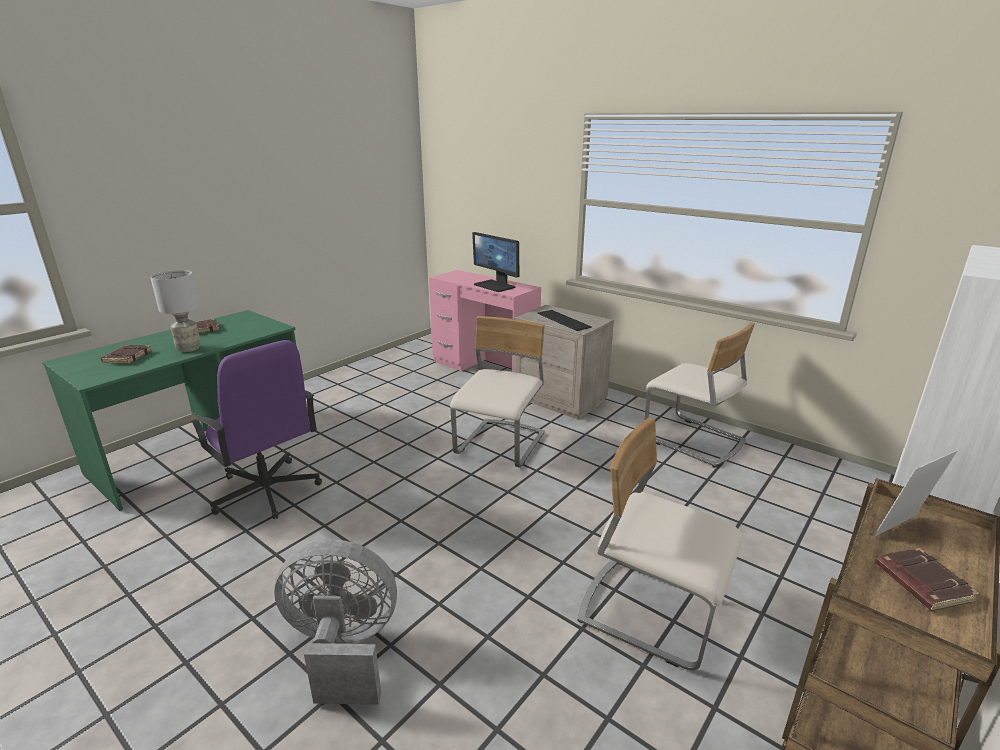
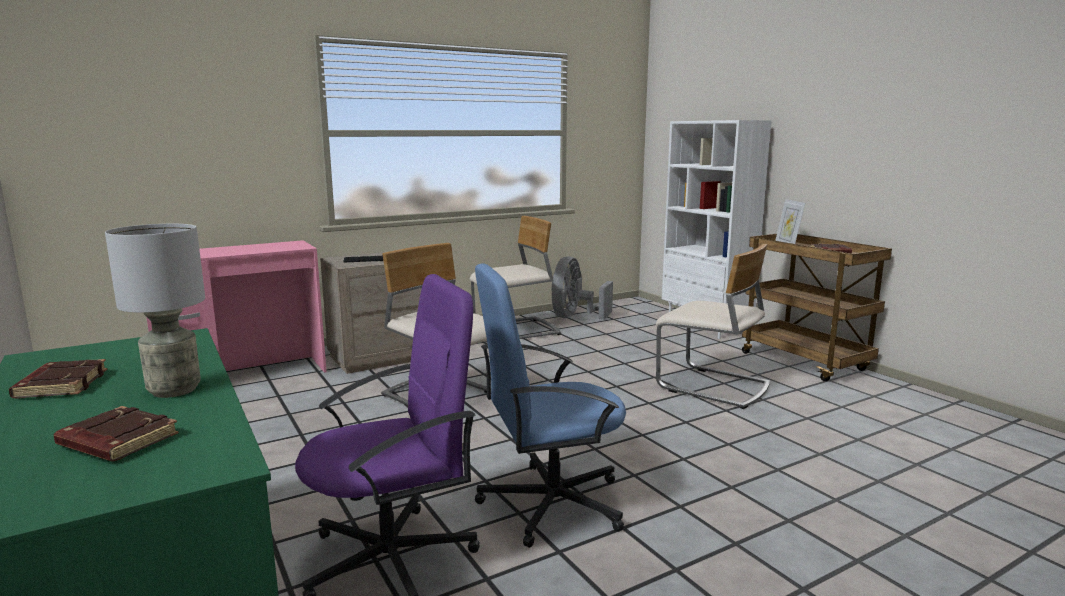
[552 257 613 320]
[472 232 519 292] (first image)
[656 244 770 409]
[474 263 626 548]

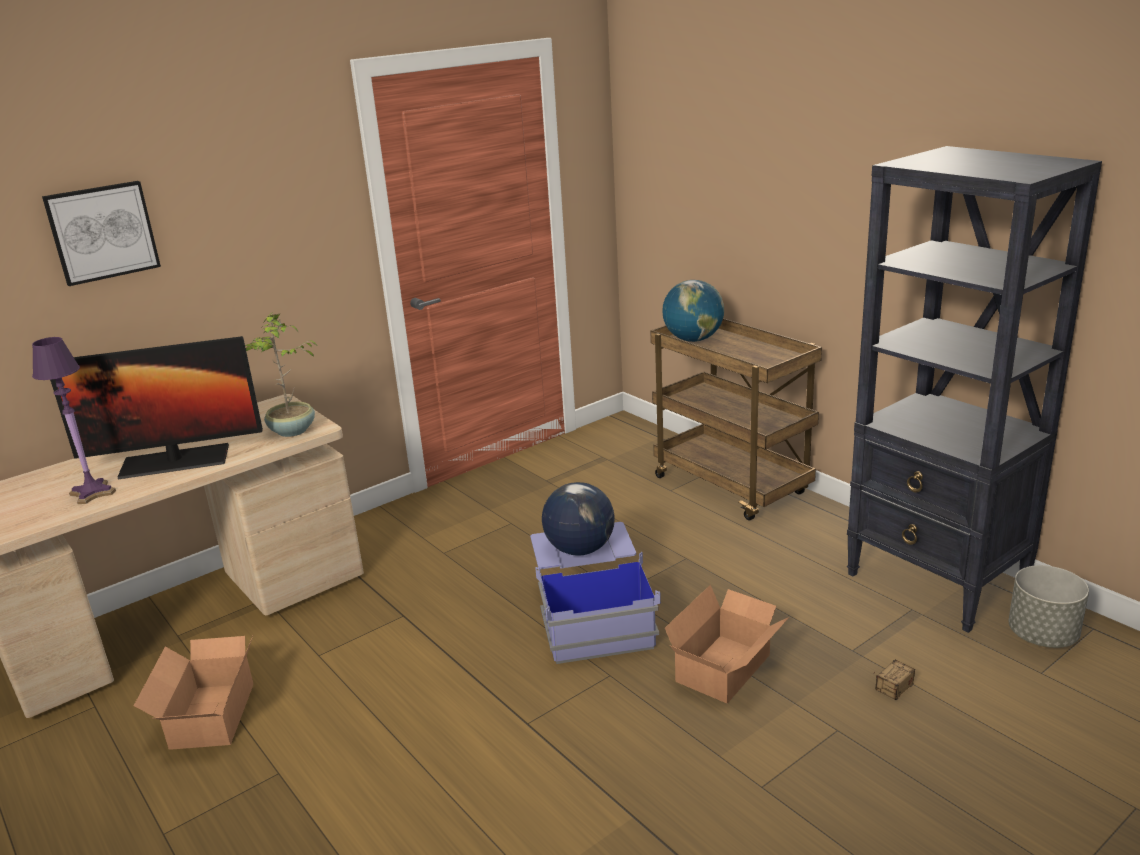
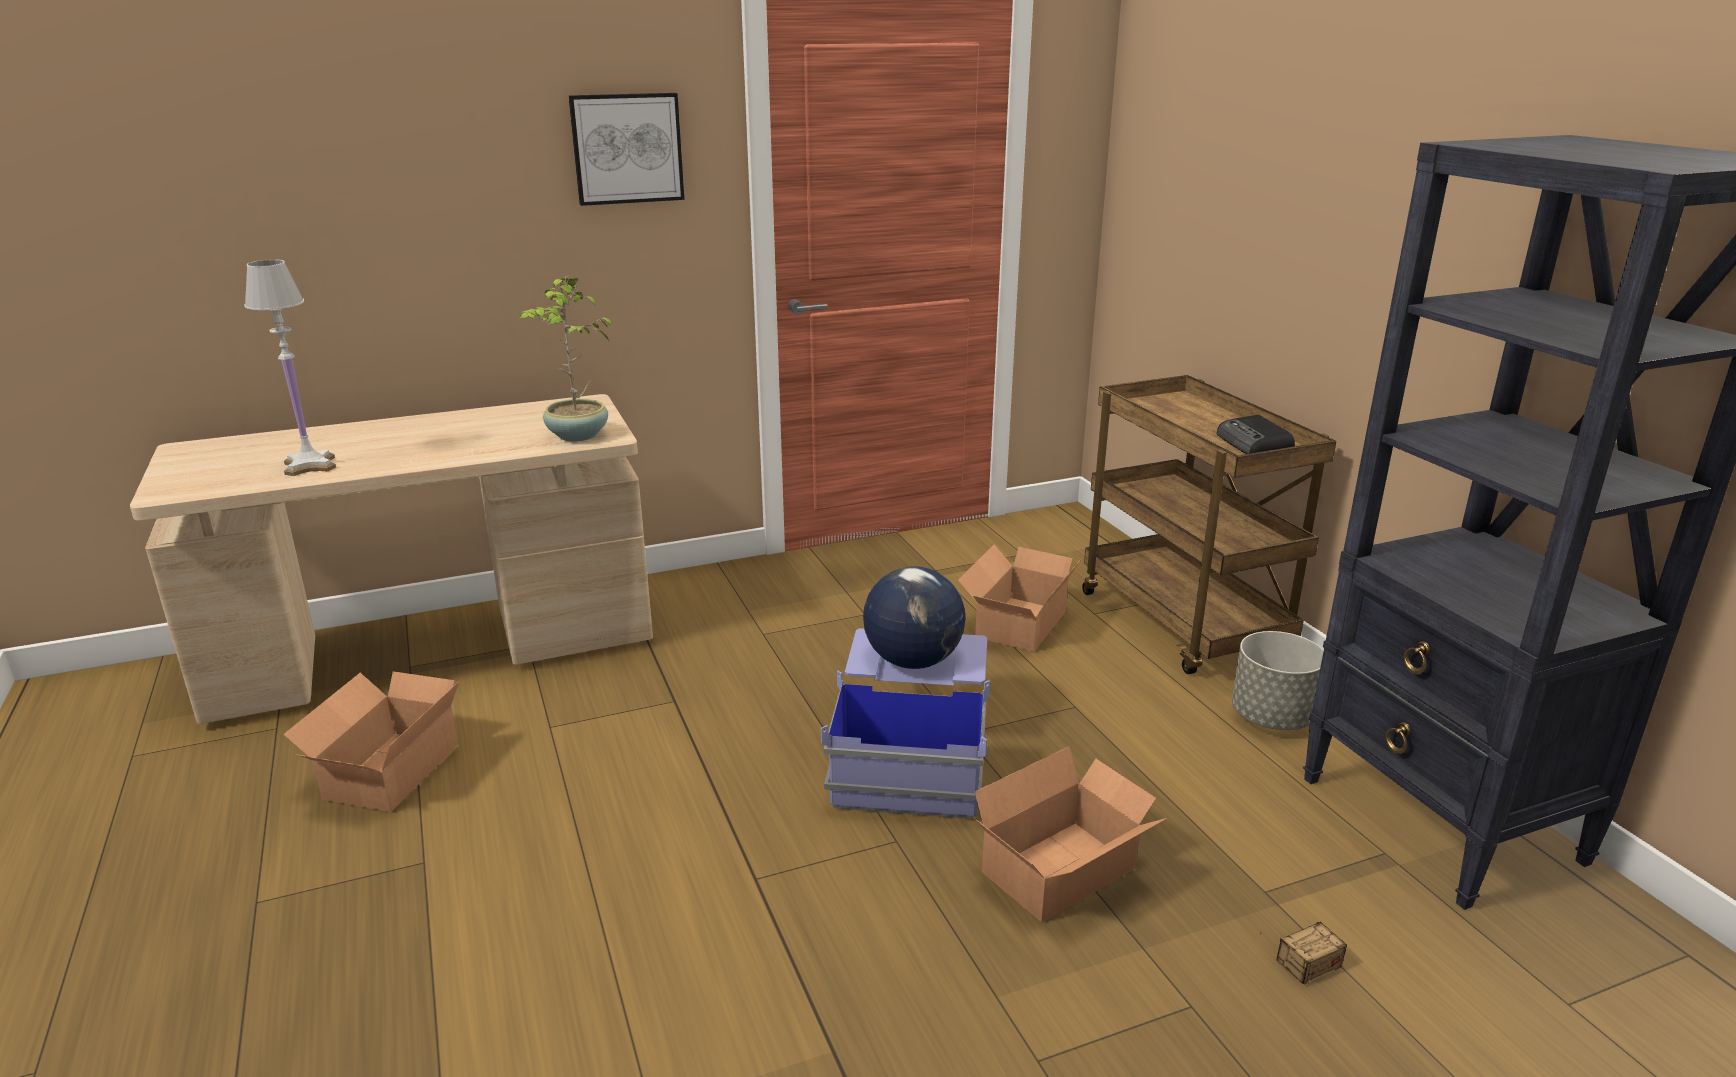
[244 259 336 476]
[568 93 684 206]
[50 336 263 479] (first image)
[662 280 724 342] (first image)
[1232 631 1324 730]
[958 544 1082 652]
[1217 415 1295 454]

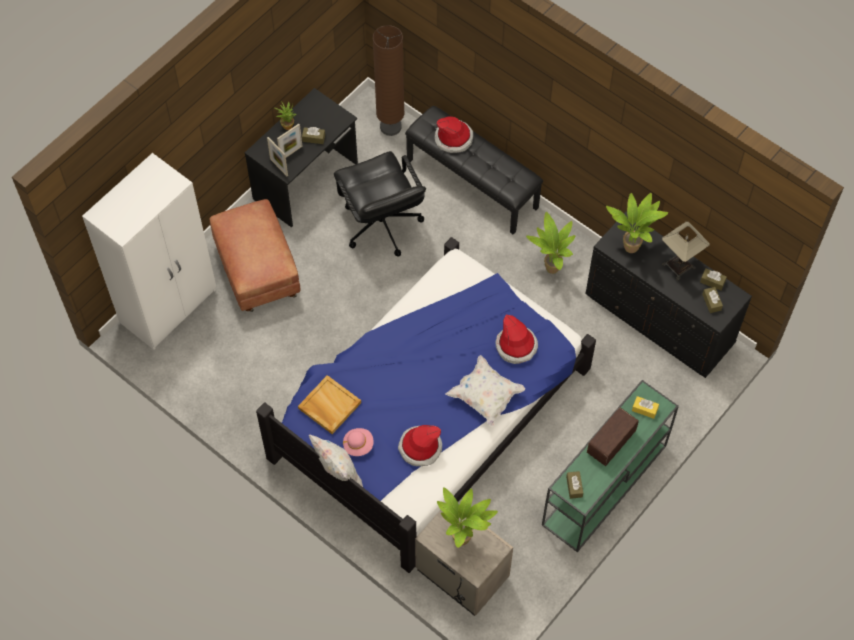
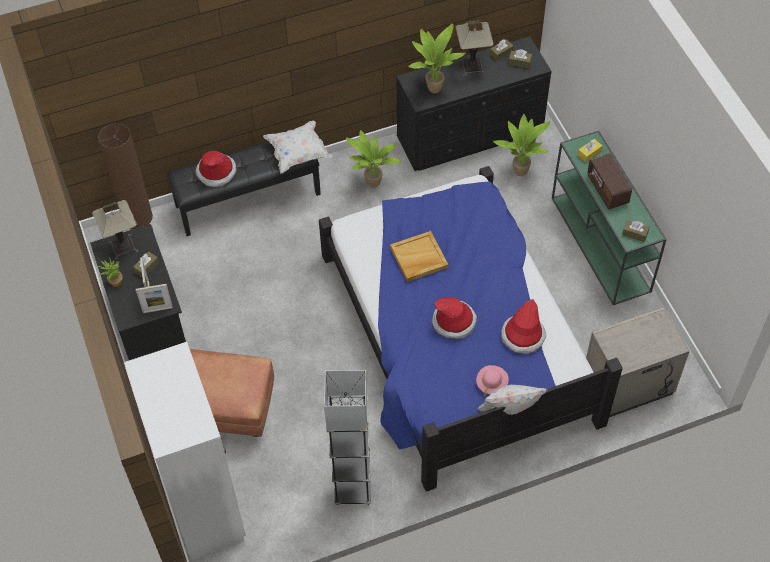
[390 231 448 282]
[334 151 426 257] (first image)
[493 114 550 176]
[263 121 332 173]
[432 297 477 339]
[92 200 139 260]
[324 370 371 505]

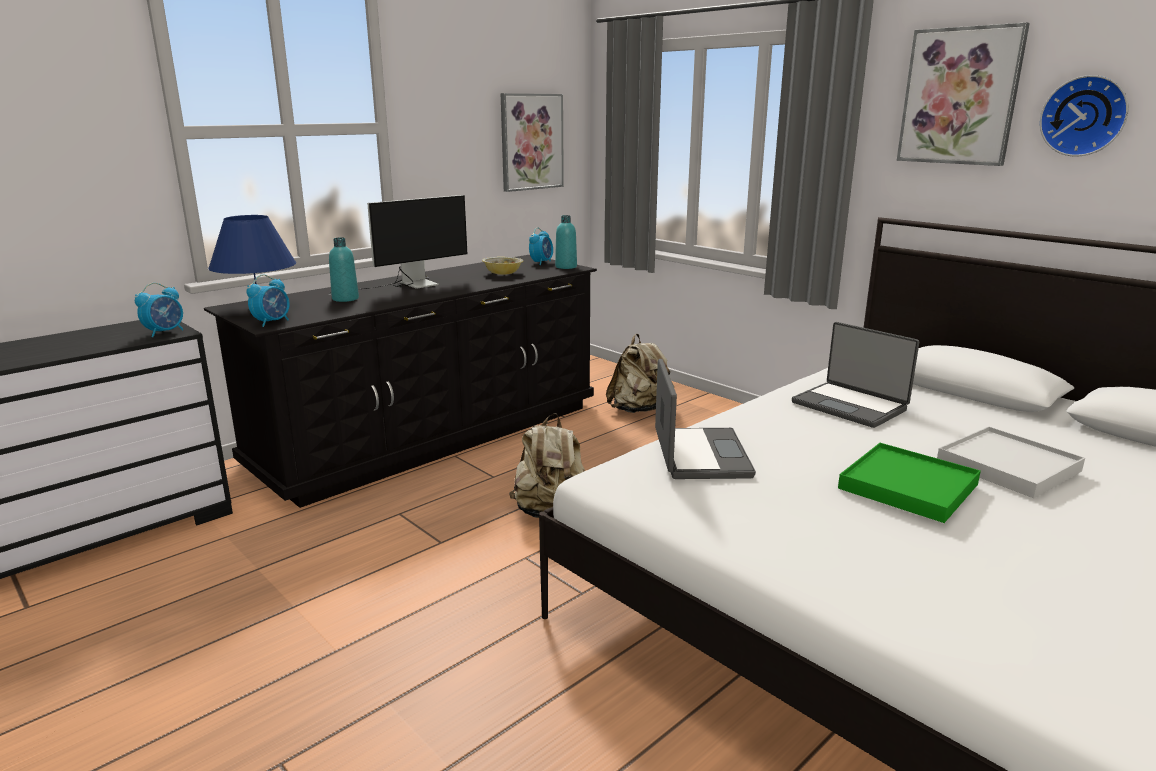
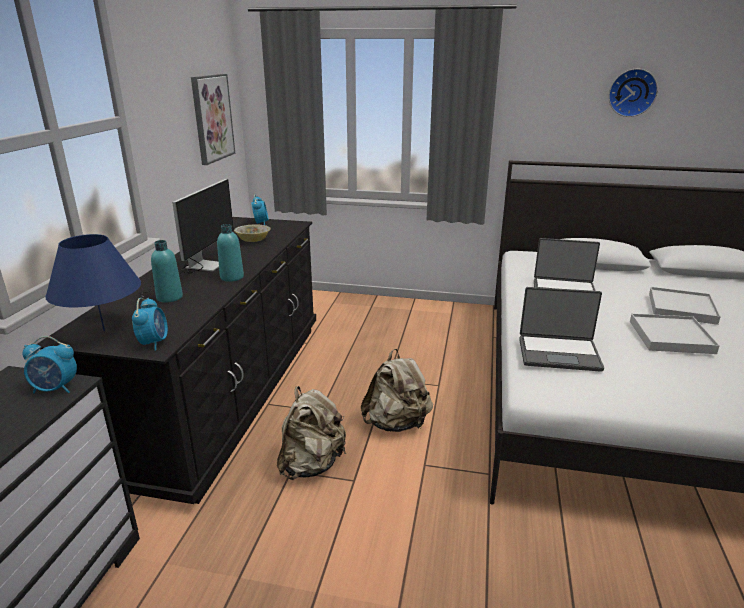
[22 336 77 393]
[217 224 244 282]
[277 386 346 480]
[519 287 604 372]
[630 314 720 354]
[896 22 1030 166] (first image)

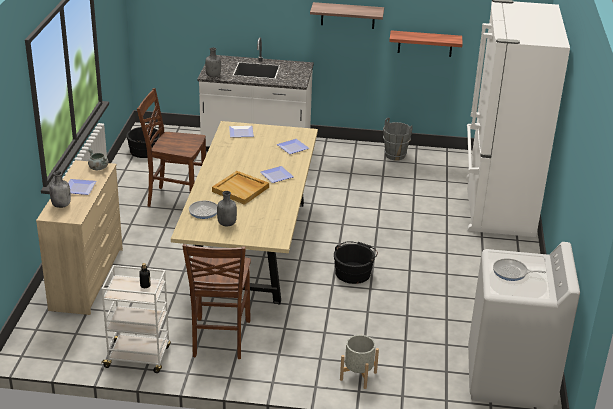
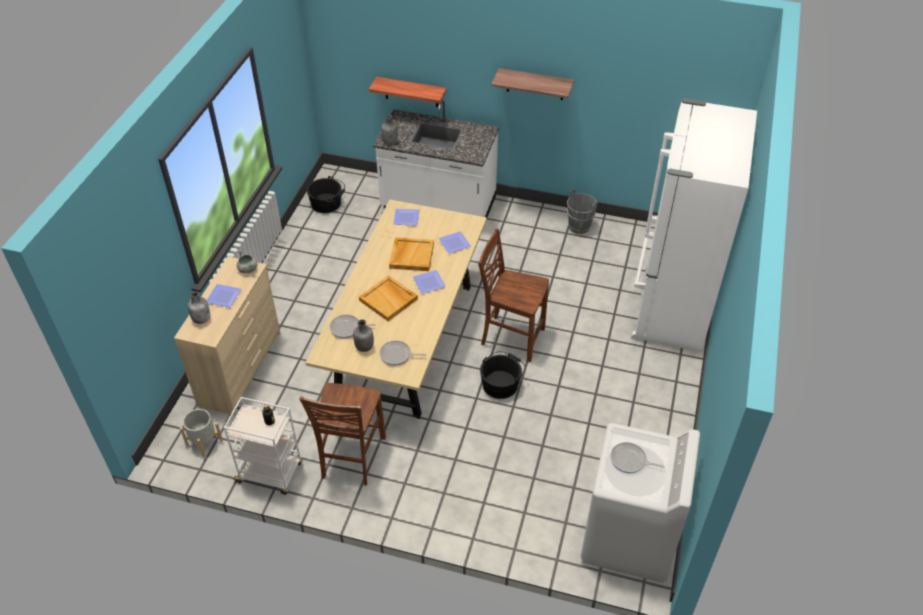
[478 228 549 362]
[180 409 223 458]
[369 77 446 107]
[380 341 426 366]
[389 237 434 271]

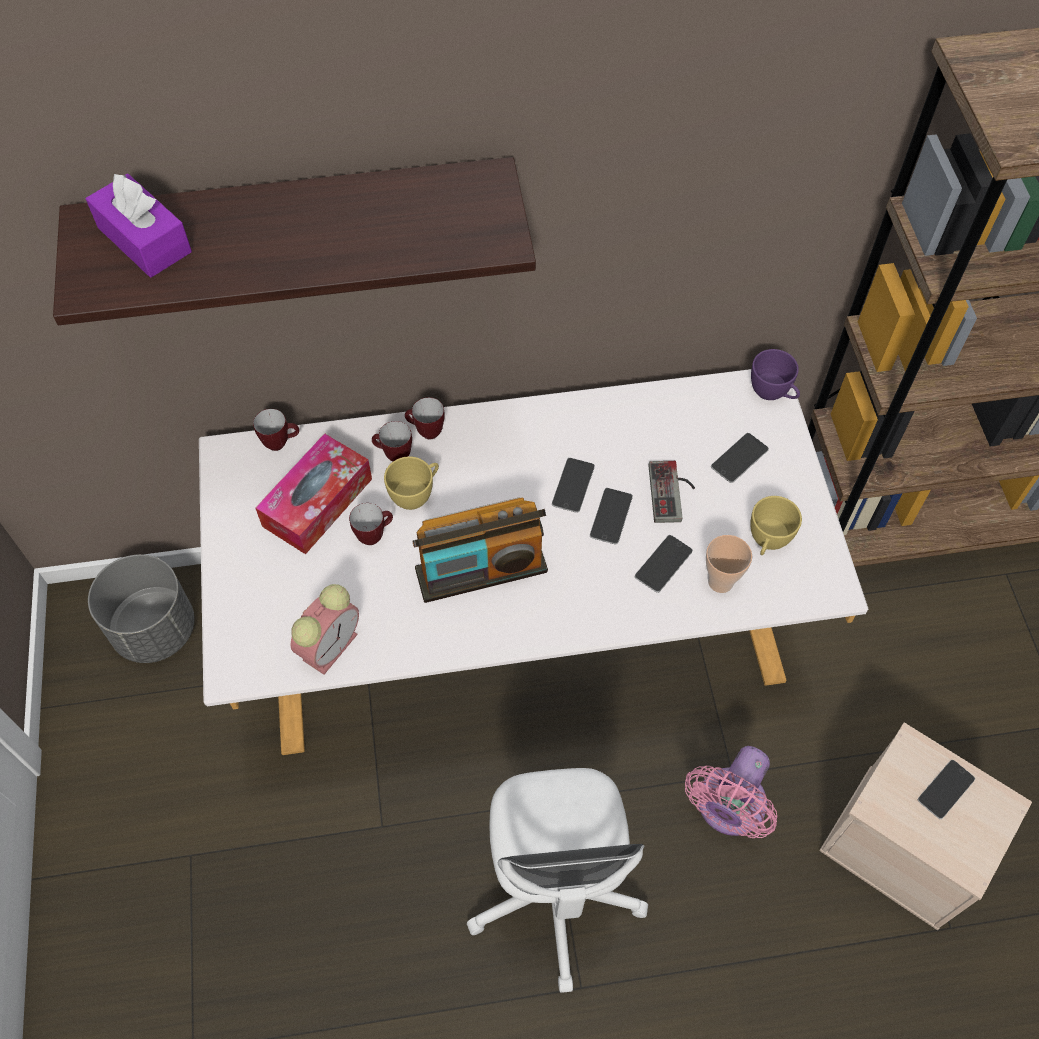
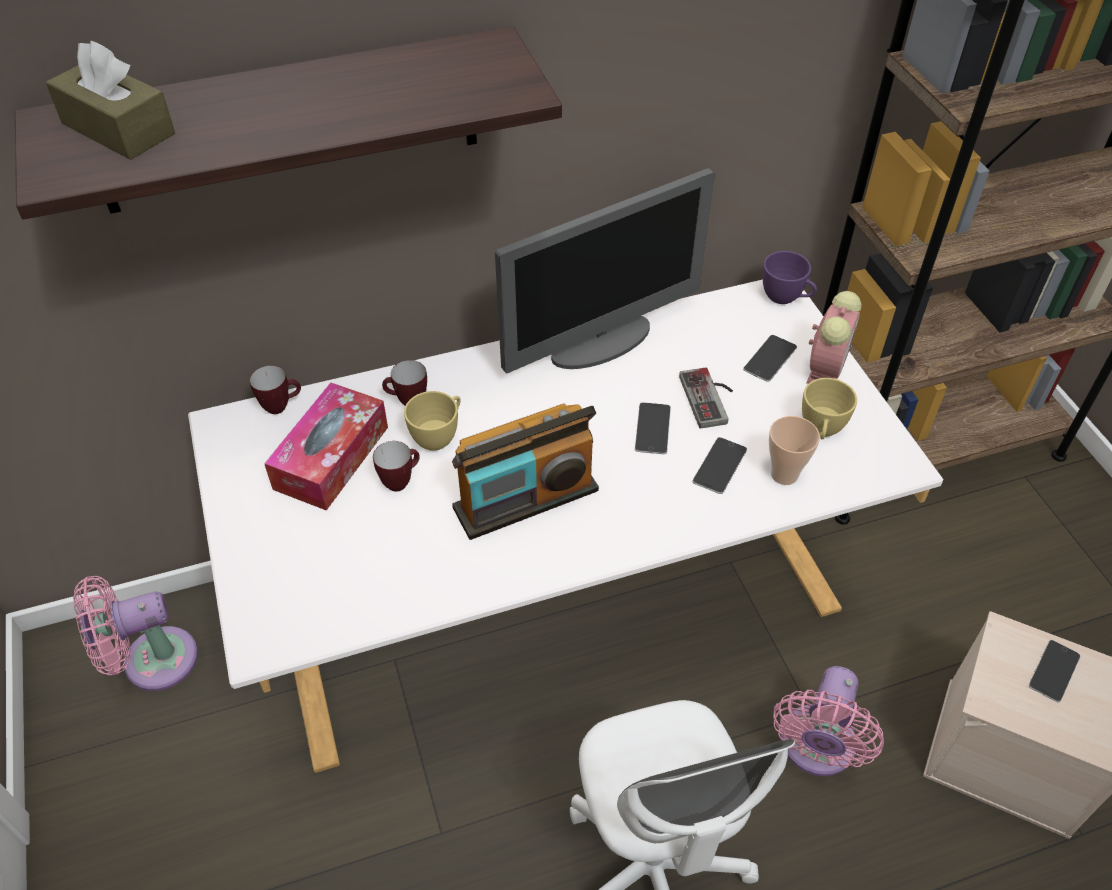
[46 40 175 160]
[73 576 198 691]
[806 291 861 384]
[405 397 445 440] (first image)
[552 458 595 513] (first image)
[495 168 715 373]

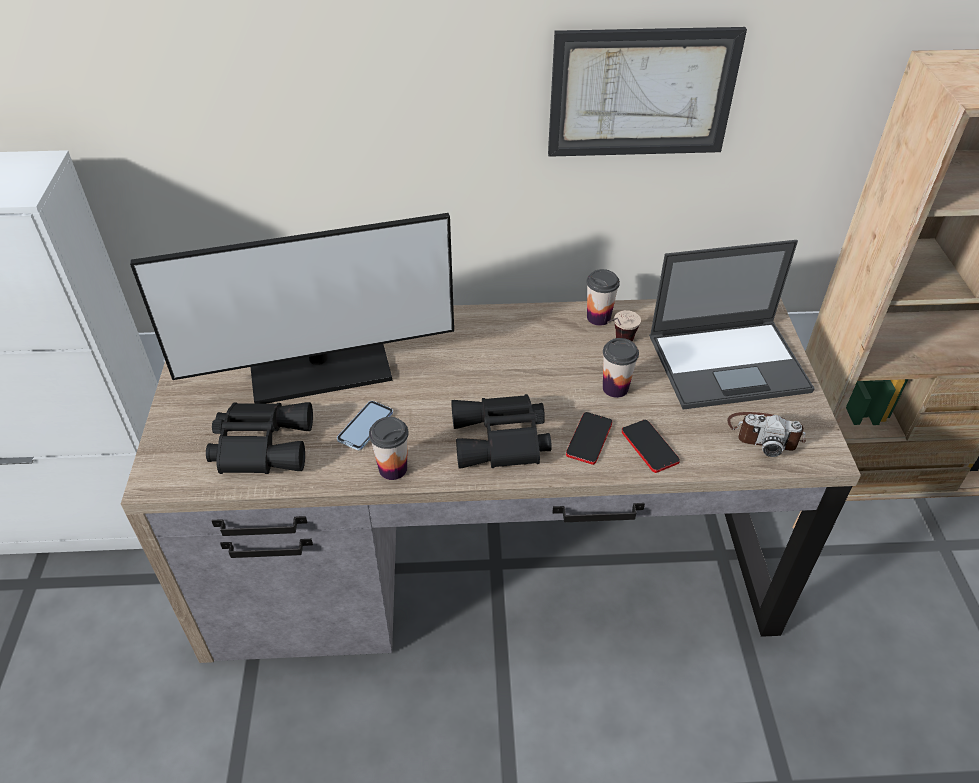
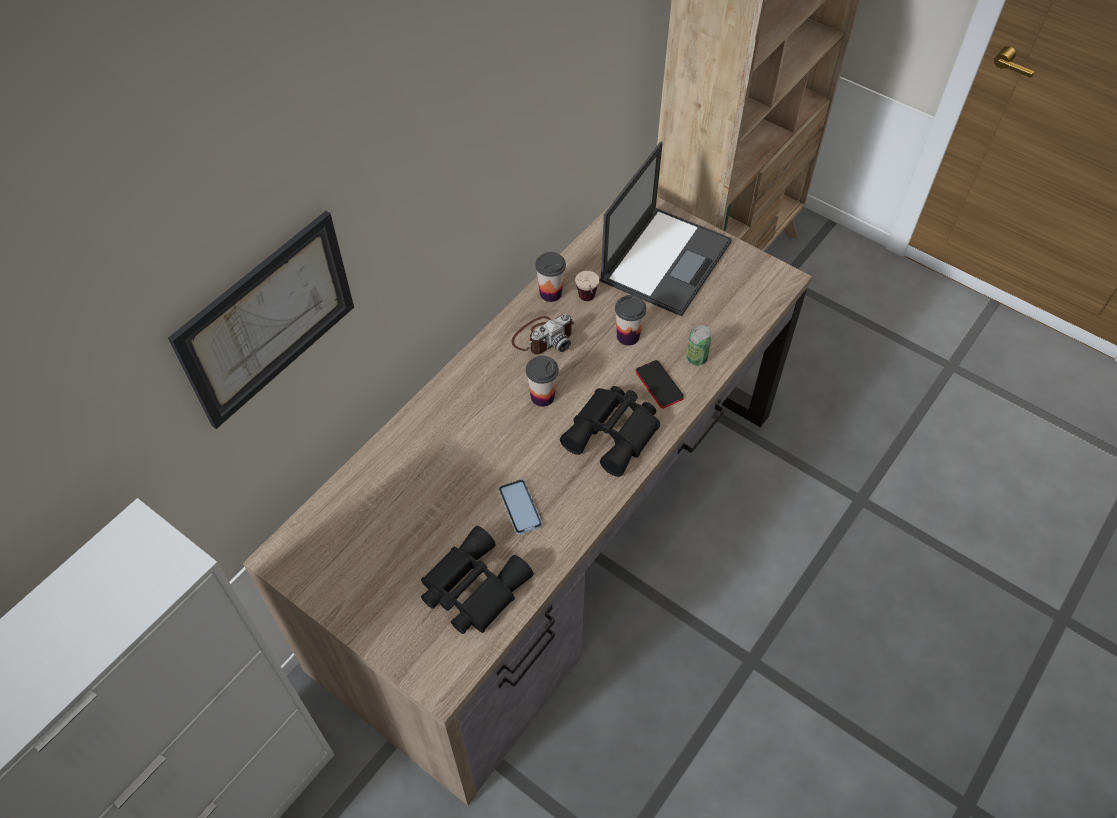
[130 213 454 404] (first image)
[526 356 559 407]
[168 211 354 429]
[686 325 712 366]
[512 314 575 355]

